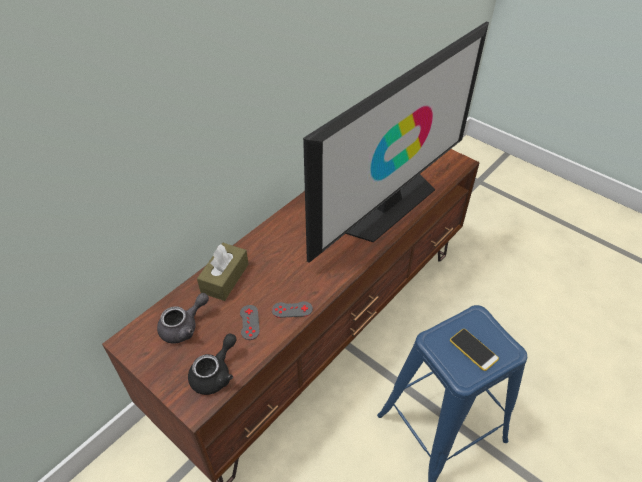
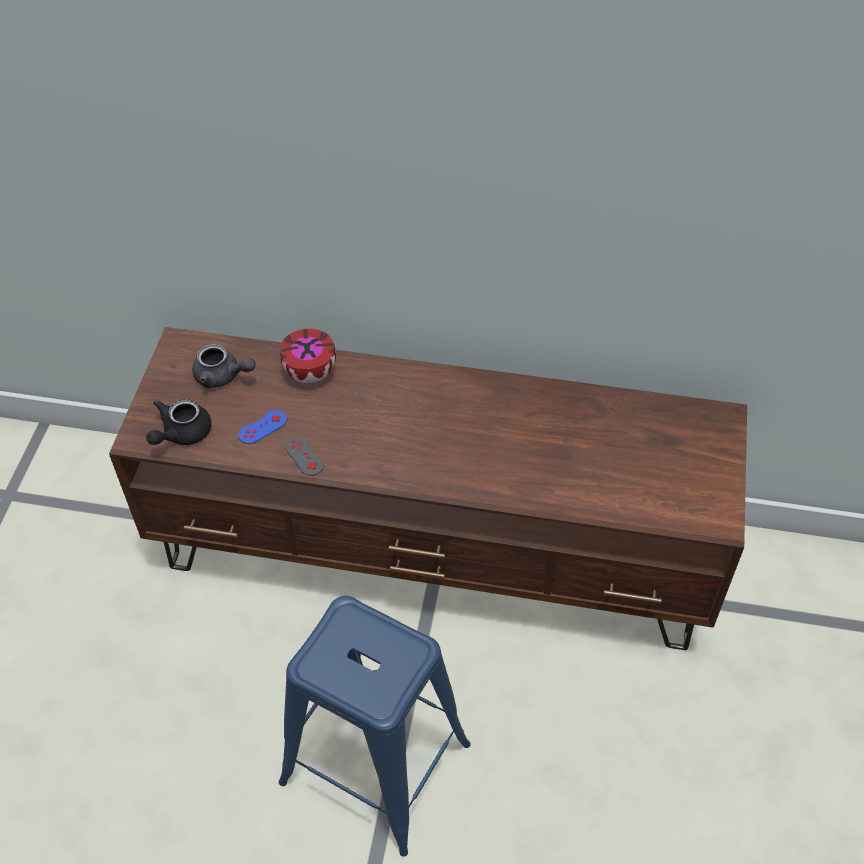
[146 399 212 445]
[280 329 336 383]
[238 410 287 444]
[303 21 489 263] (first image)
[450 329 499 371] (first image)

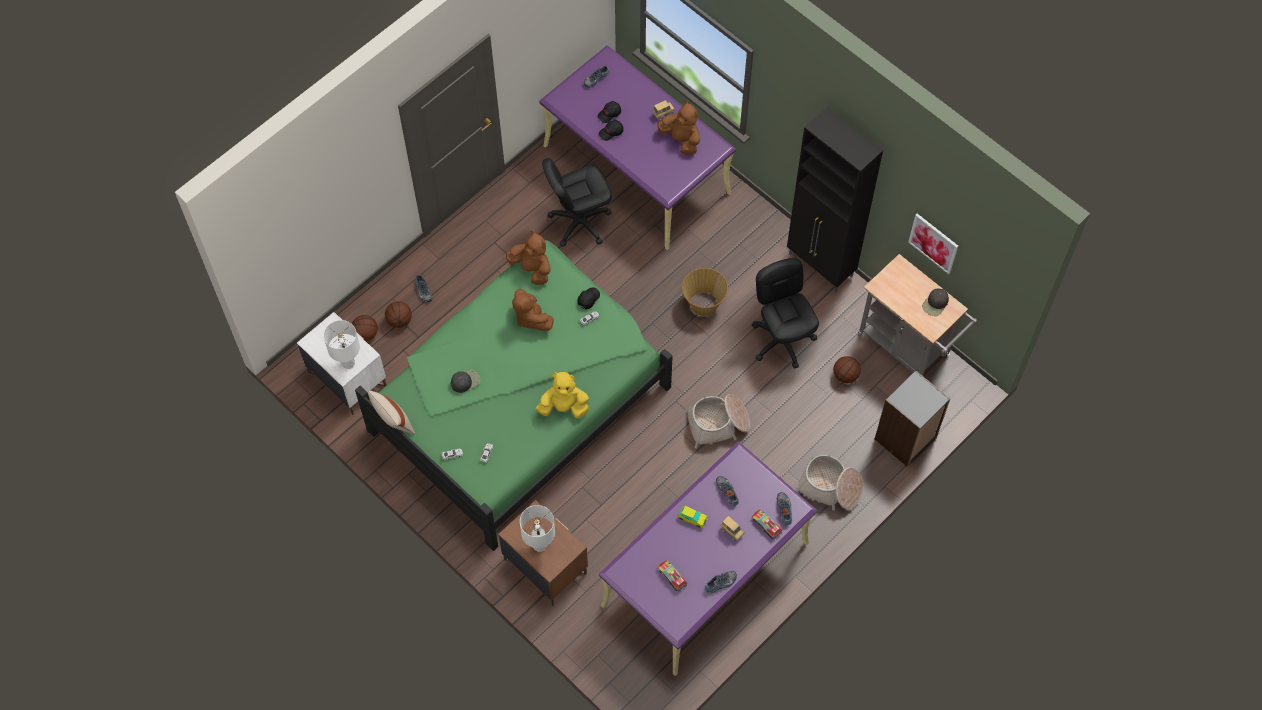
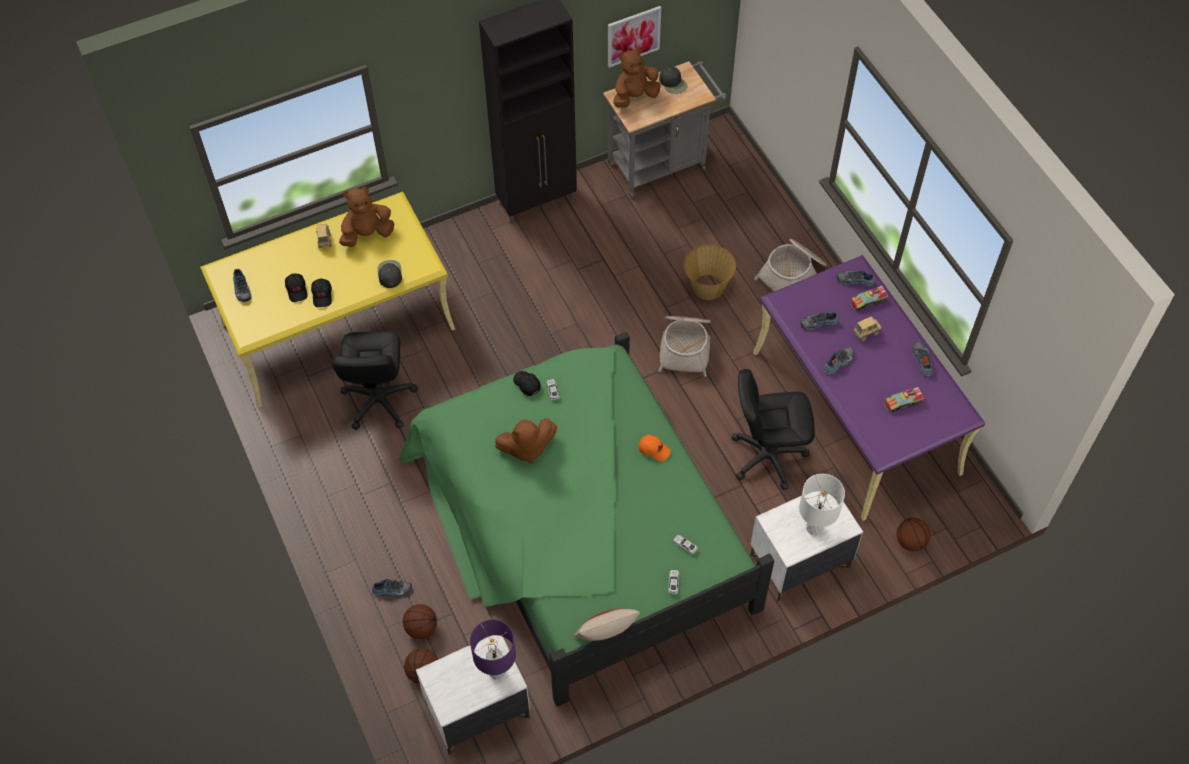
[470 619 516 680]
[377 260 402 288]
[750 491 863 602]
[613 48 661 108]
[639 434 671 462]
[200 192 455 408]
[824 347 855 375]
[683 244 736 300]
[731 369 815 490]
[897 518 931 551]
[875 371 950 467] (first image)

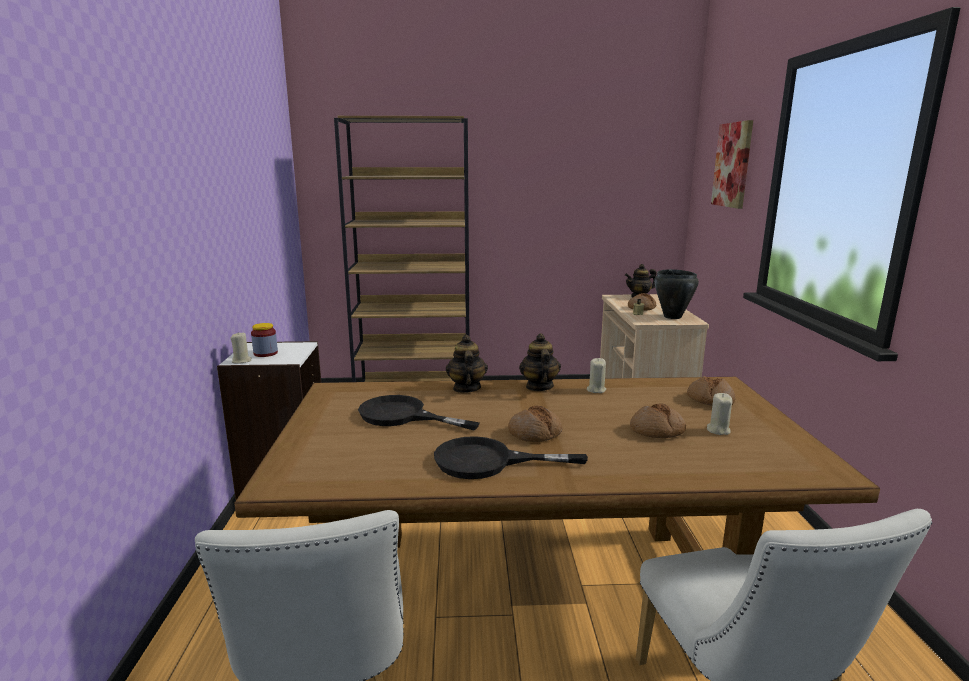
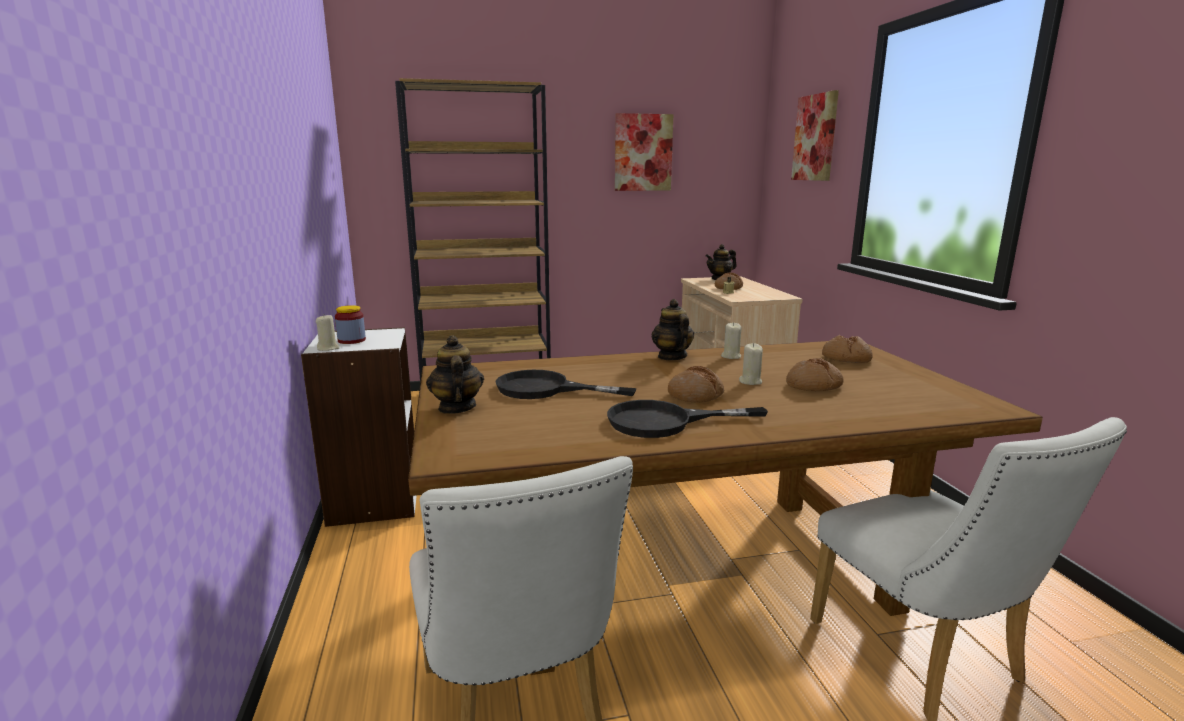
[426 335 484 414]
[654 269 699 319] (first image)
[739 343 763 385]
[615 113 673 191]

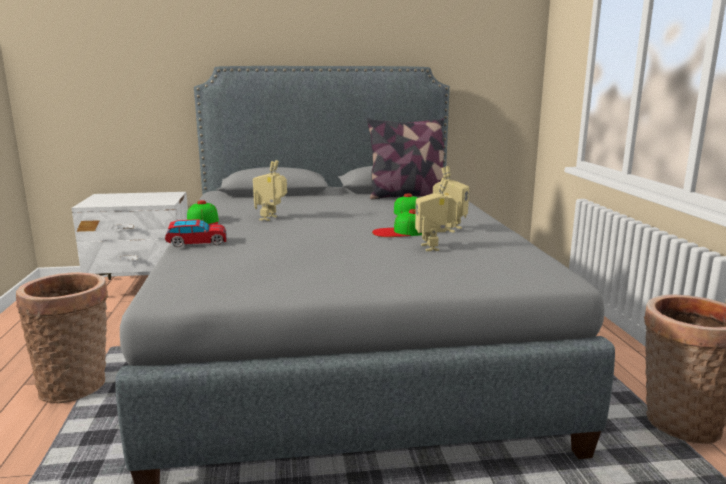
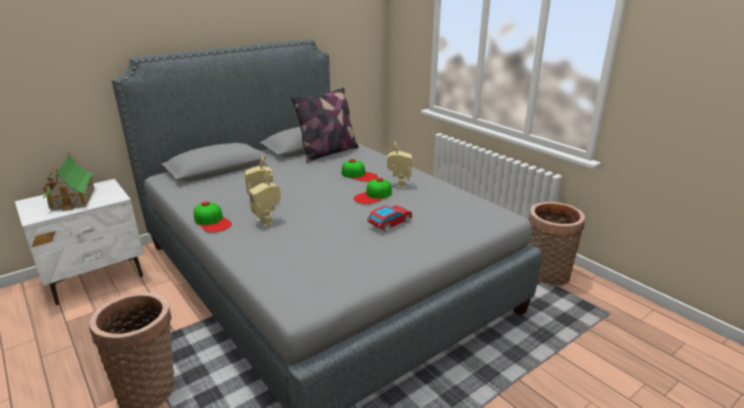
[367 205 412 232]
[249 171 281 227]
[43 152 95 211]

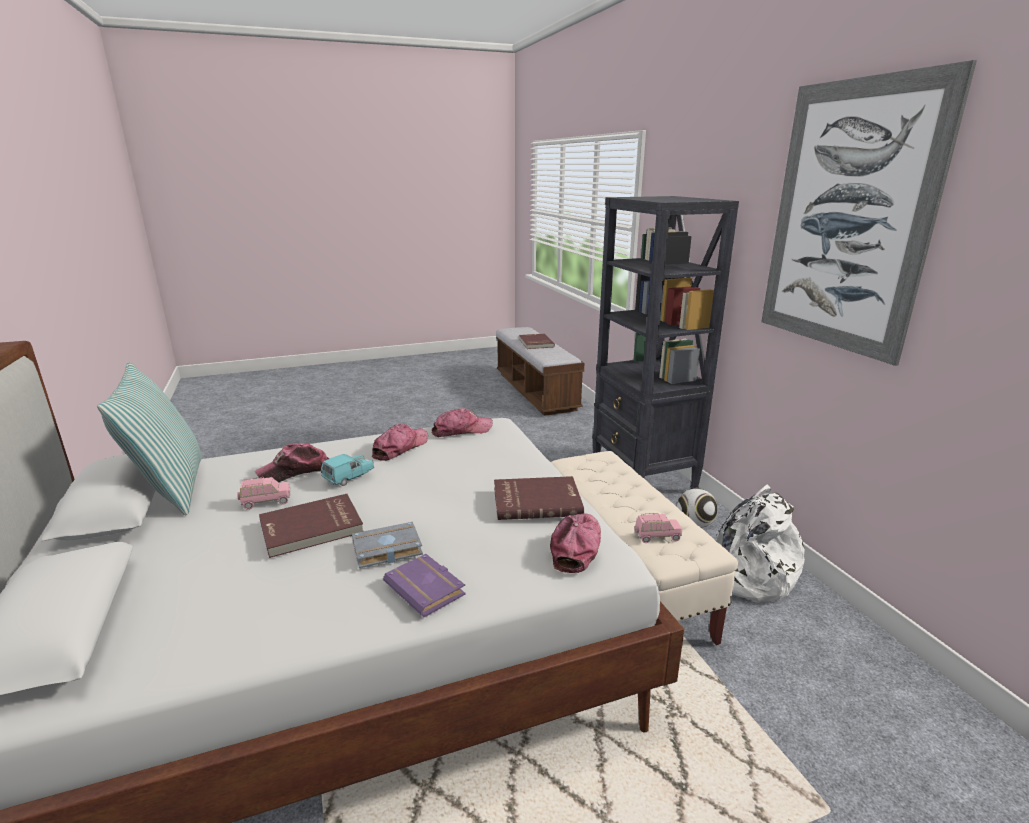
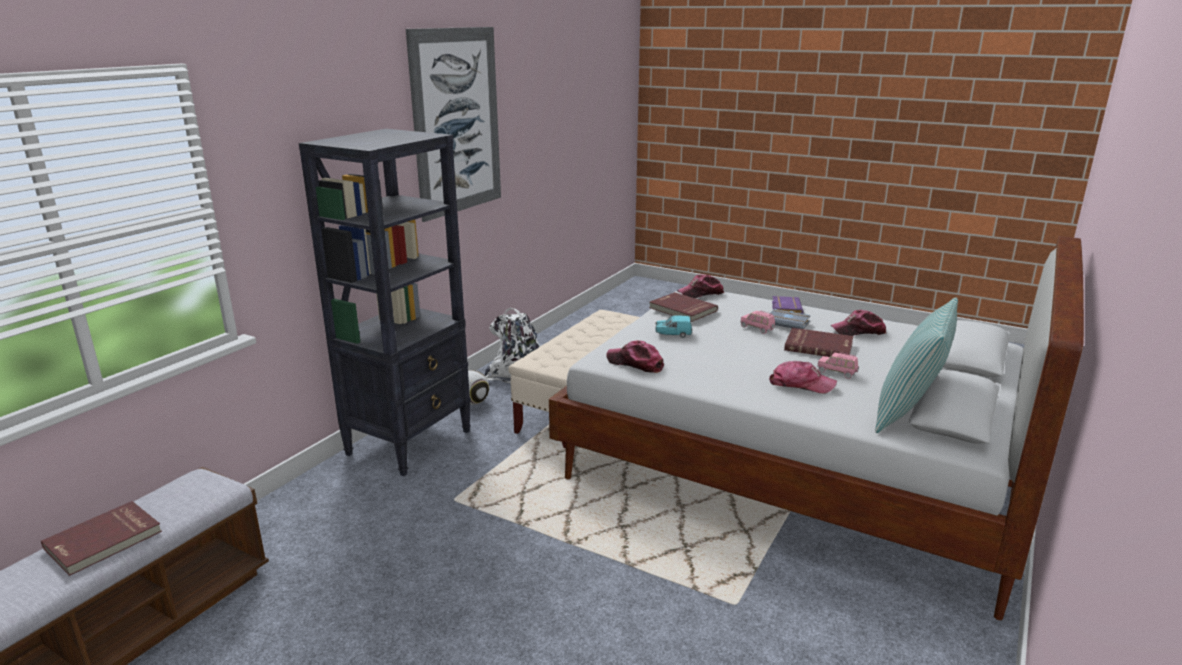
[655 315 692 338]
[830 310 886 336]
[740 311 775 334]

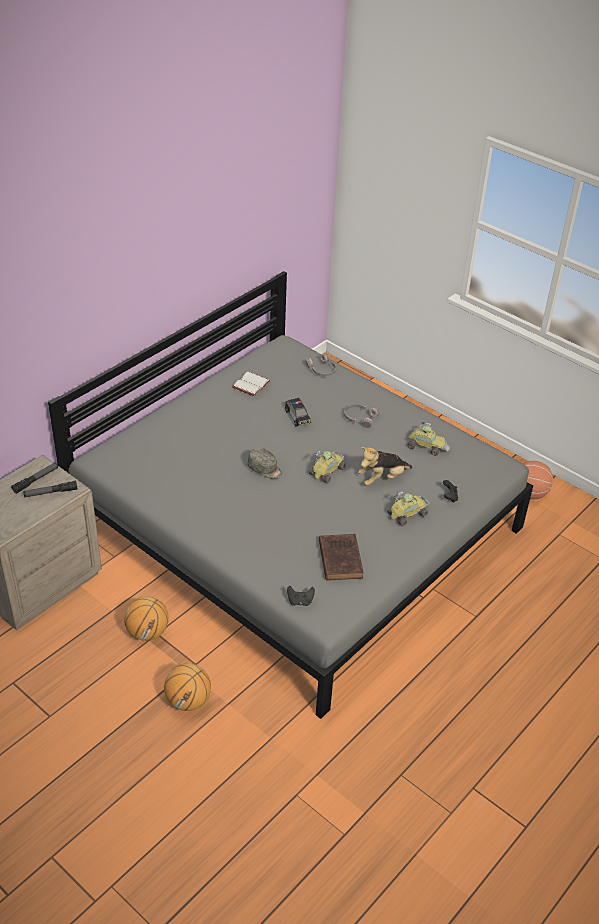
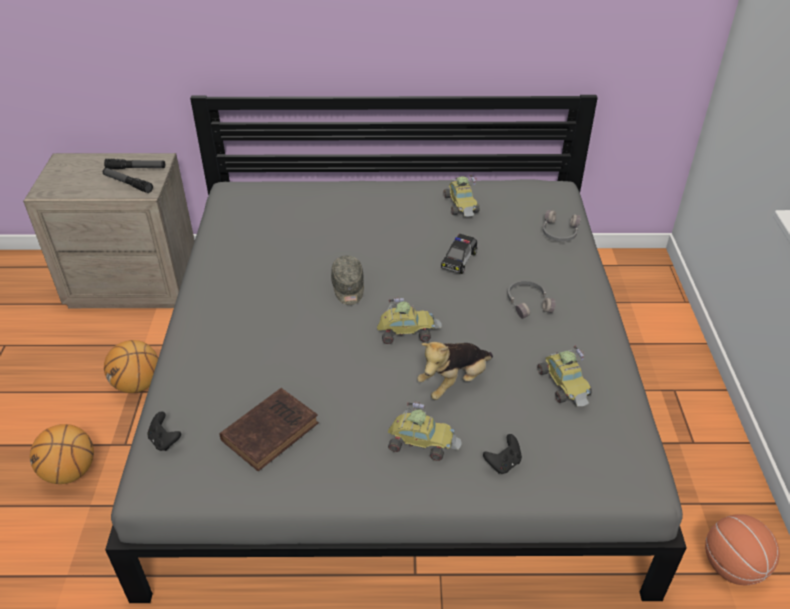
[443 175 479 216]
[417 342 493 400]

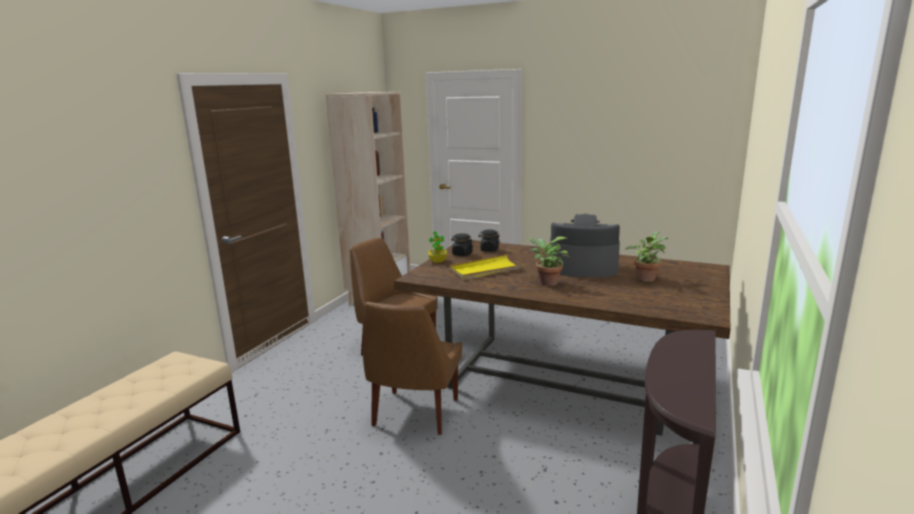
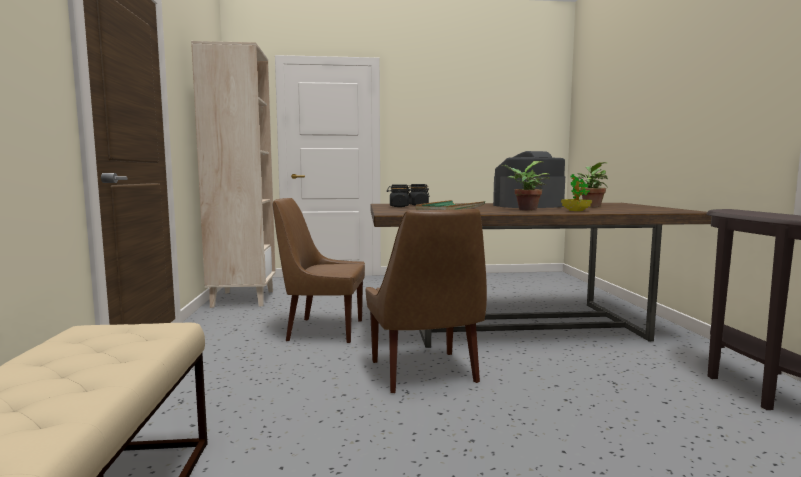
[561 174 592 211]
[416 200 485 210]

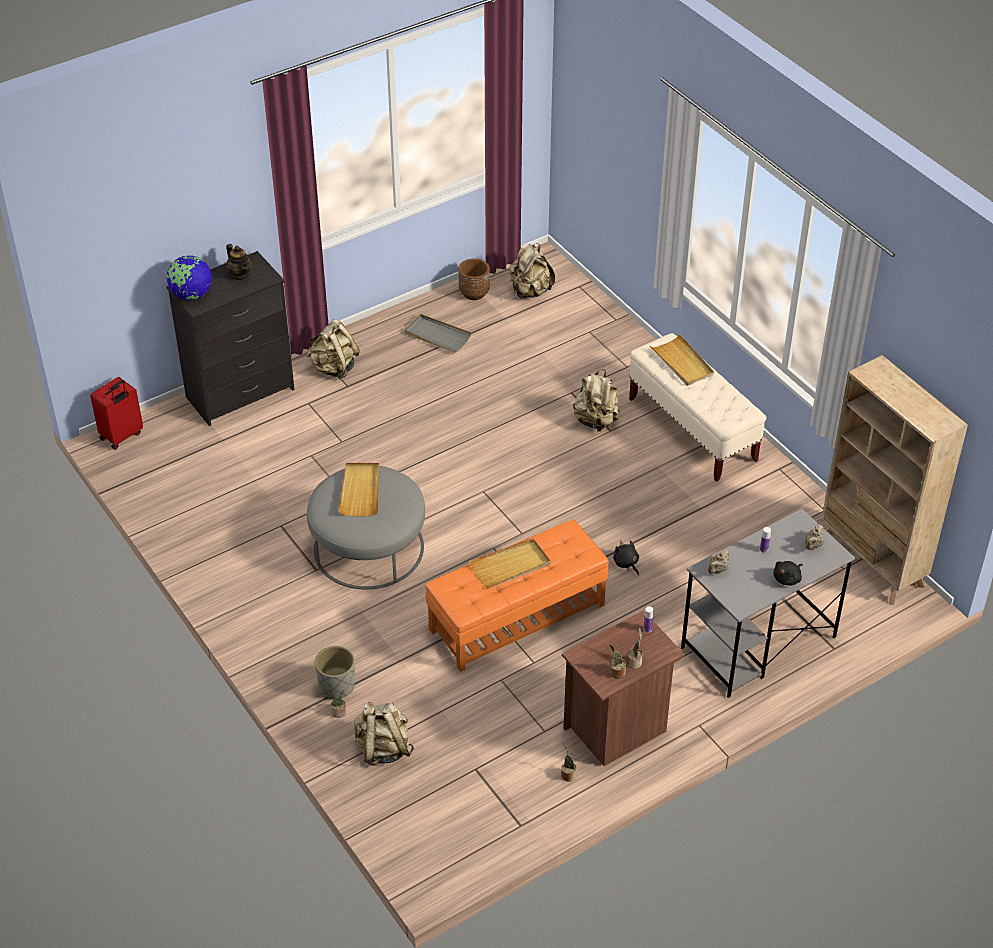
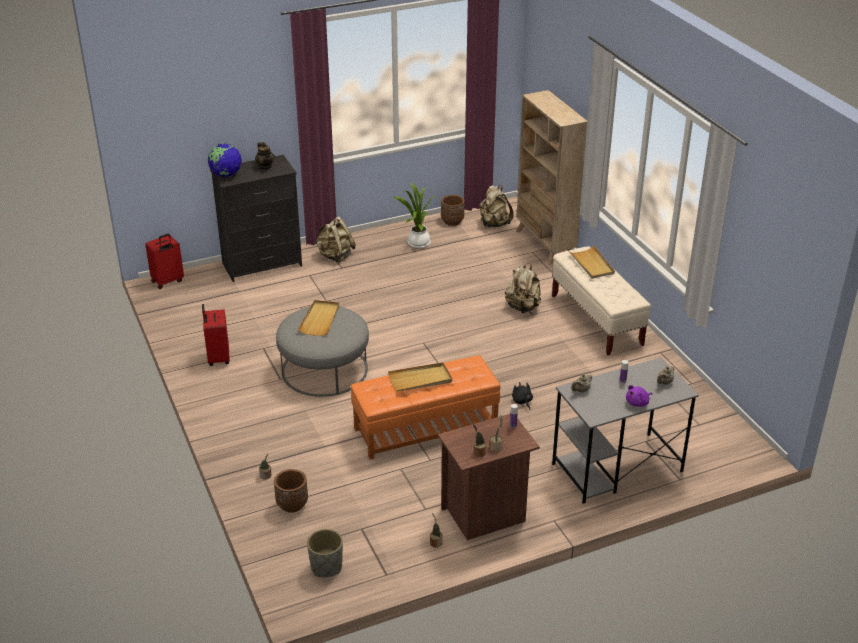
[307 529 343 577]
[274 469 308 513]
[394 183 436 248]
[626 385 653 407]
[516 90 587 265]
[202 304 230 366]

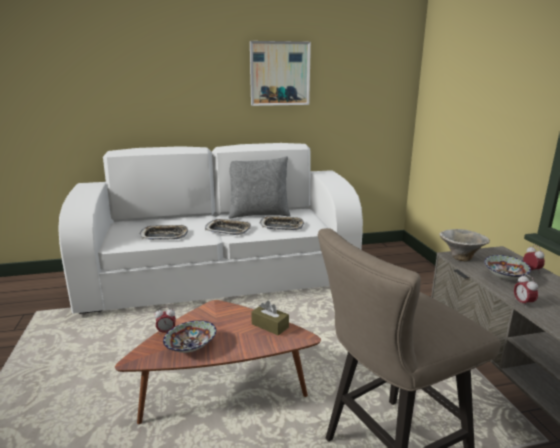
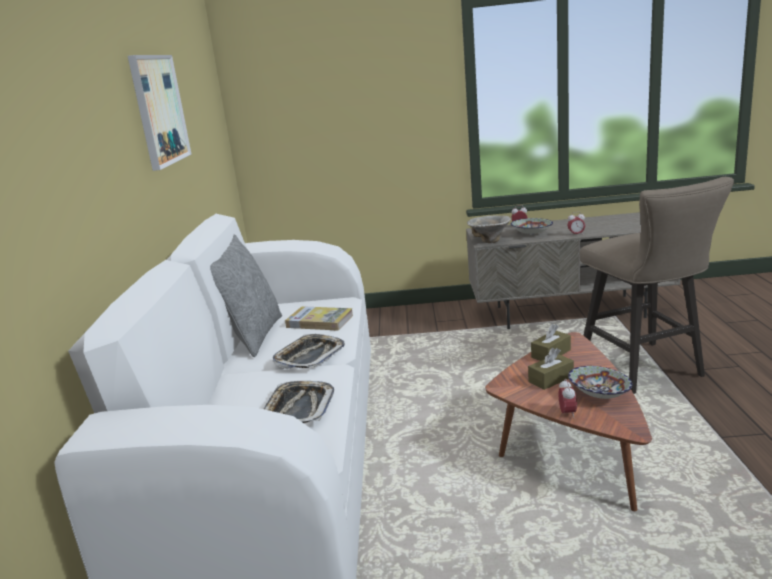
[285 306 353 331]
[528 348 574 390]

